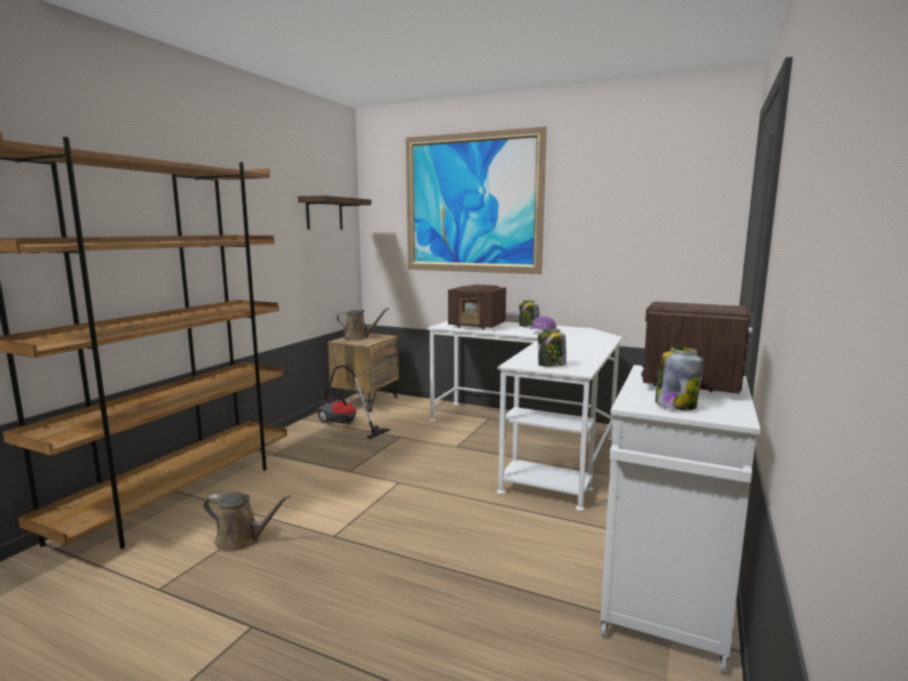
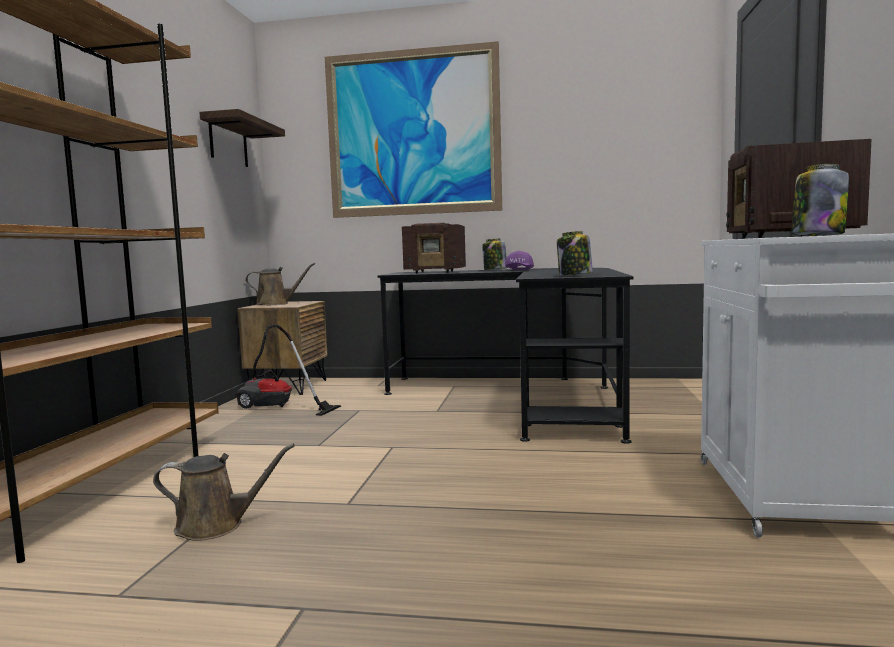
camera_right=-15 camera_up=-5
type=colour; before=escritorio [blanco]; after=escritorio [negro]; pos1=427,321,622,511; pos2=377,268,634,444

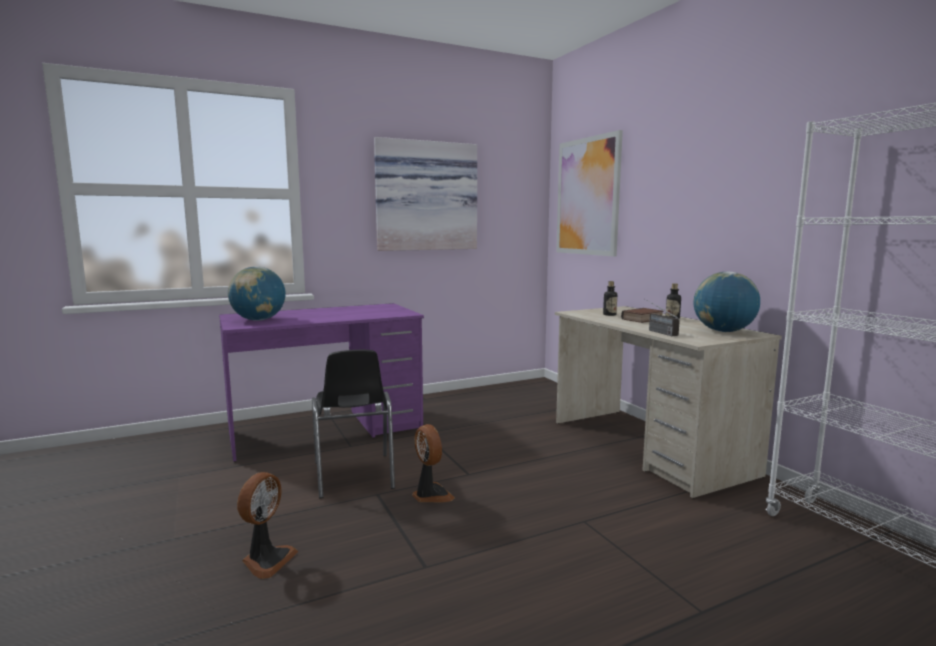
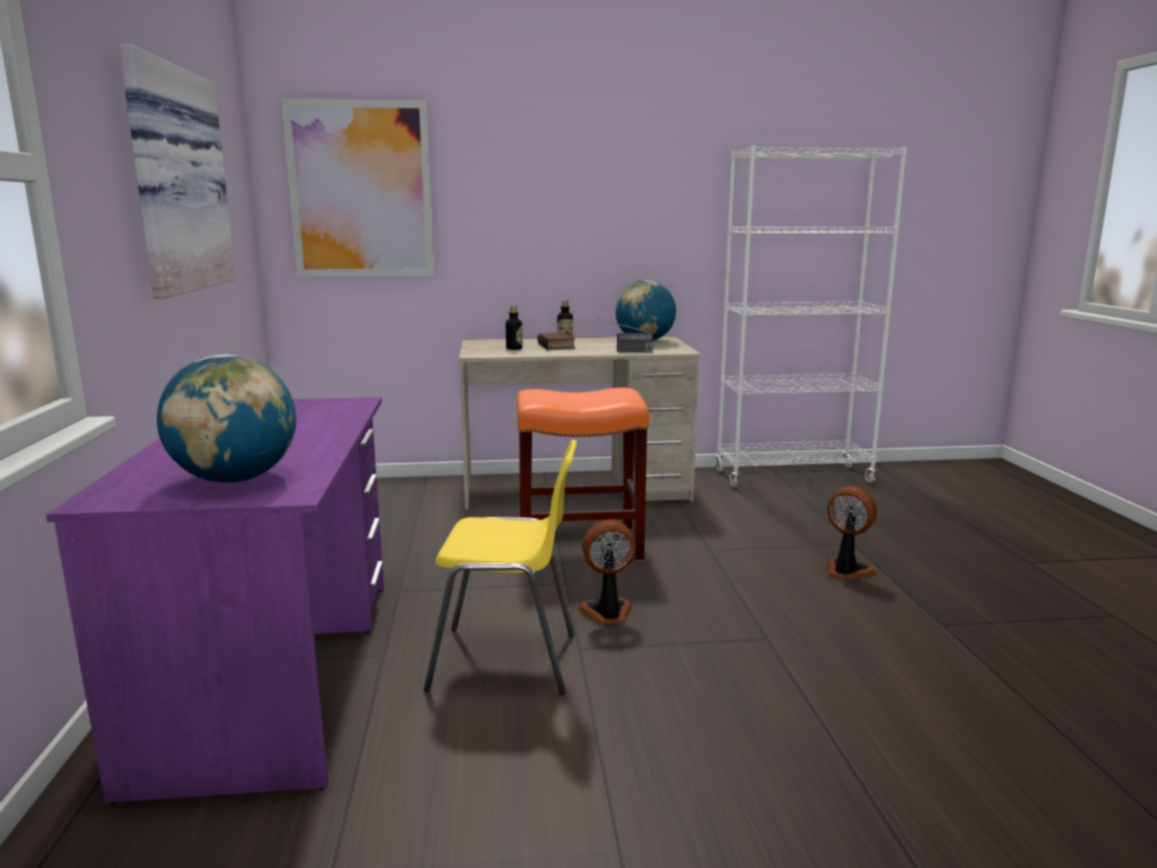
camera_right=-70 camera_up=5
type=colour; before=silla [negro]; after=silla [amarillo]; pos1=312,350,395,498; pos2=424,440,577,695
type=relocated; before=ventilador; pos1=237,472,299,579; pos2=826,486,877,580
type=appeared; after=taburete [naranja]; pos2=517,388,649,561

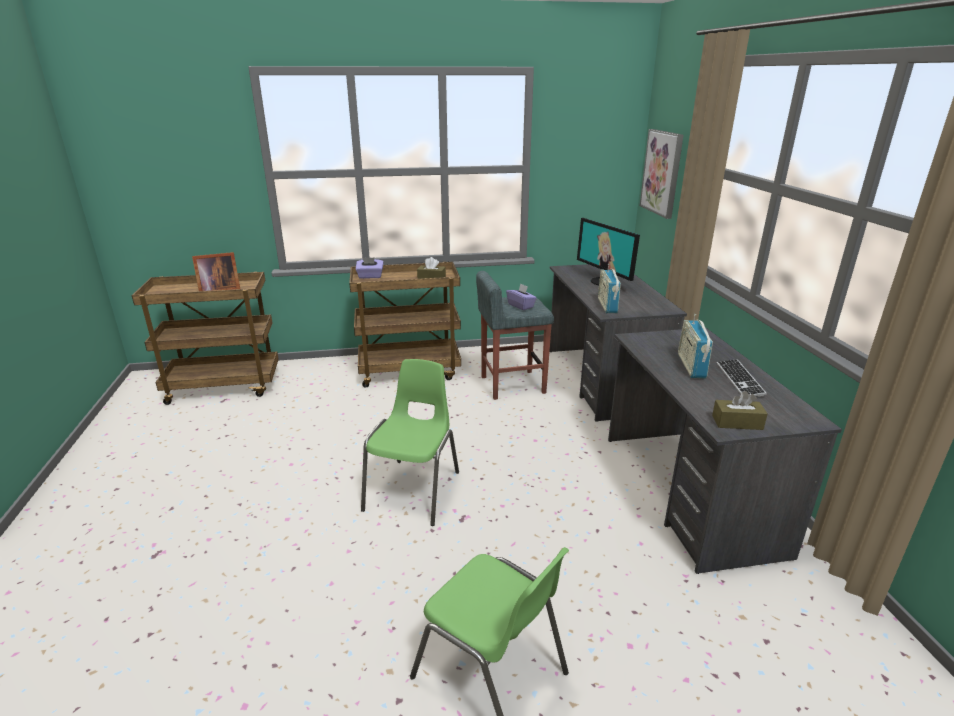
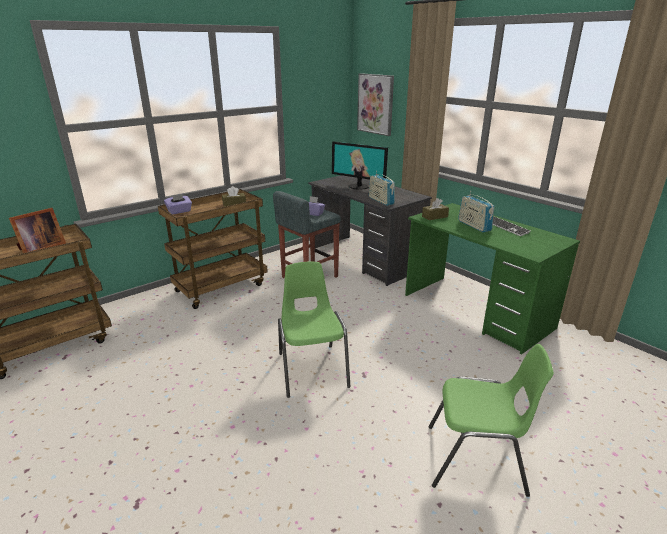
camera_right=-30 camera_up=0
type=colour; before=escritorio [gris]; after=escritorio [verde]; pos1=608,328,842,574; pos2=405,203,580,354
type=relocated; before=caja de pañuelos [marrón]; pos1=712,391,768,430; pos2=422,198,449,220

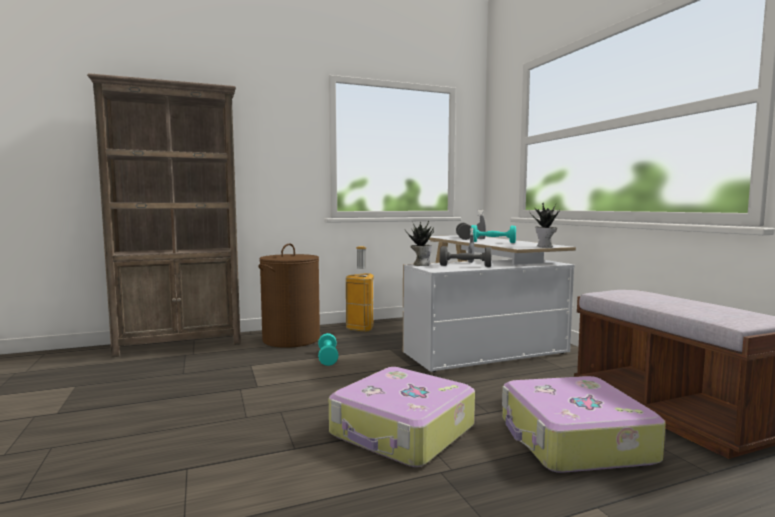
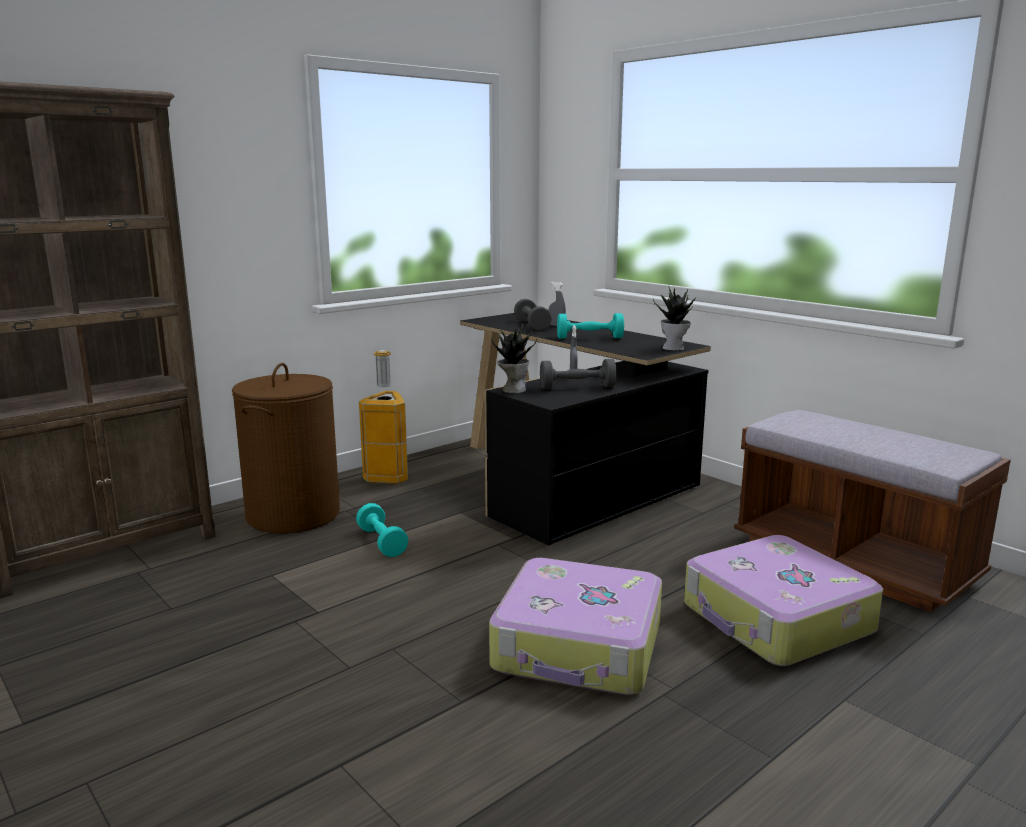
camera_right=-20 camera_up=10
type=colour; before=escritorio [blanco]; after=escritorio [negro]; pos1=403,235,576,372; pos2=460,313,711,546

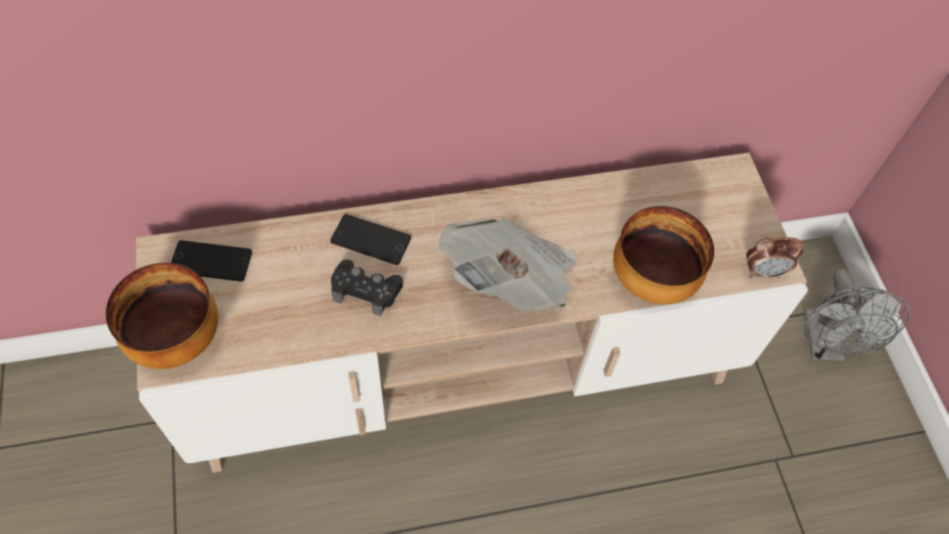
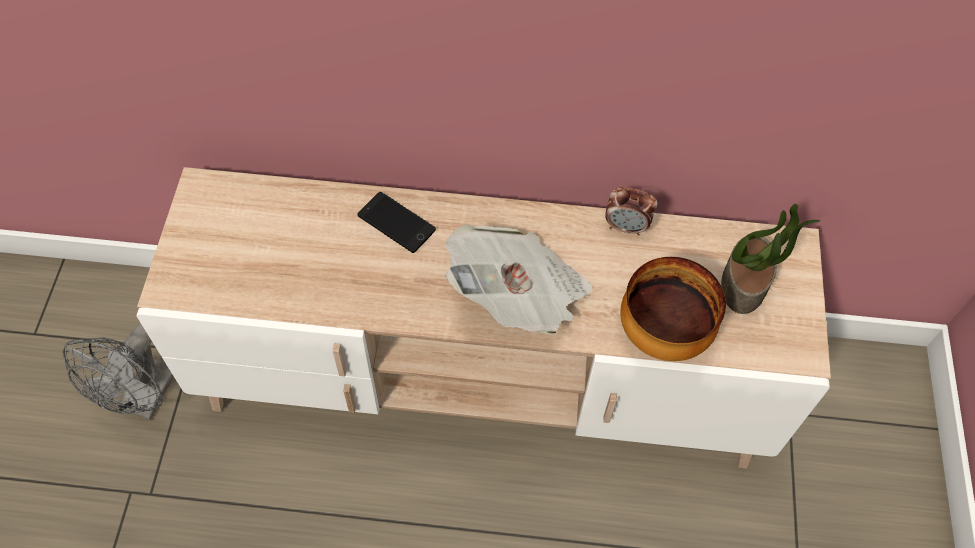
camera_right=20 camera_up=0
type=relocated; before=despertador; pos1=746,237,804,278; pos2=605,187,658,236
type=missing; before=móvil; pos1=171,240,252,282
type=missing; before=mando de consola [negro]; pos1=331,259,403,316
type=missing; before=cuenco; pos1=106,263,218,369
type=relocated; before=ventilador [gris]; pos1=804,269,911,361; pos2=63,323,174,420
type=appeared; after=planta en maceta; pos2=721,204,820,314

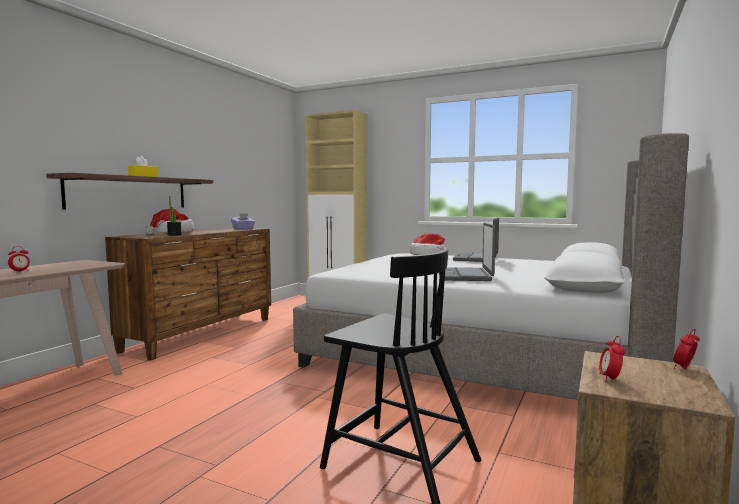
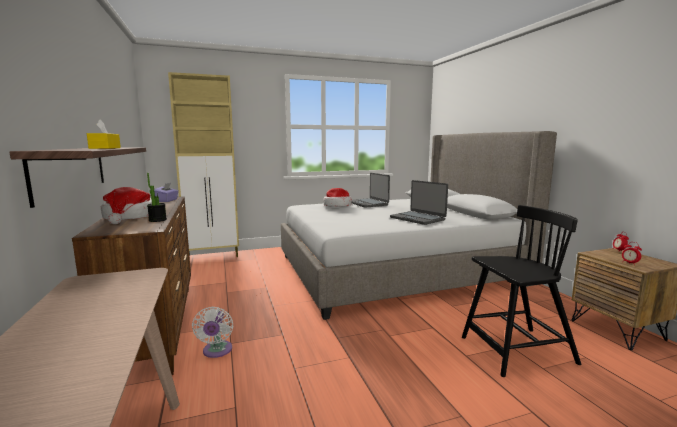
camera_right=-45 camera_up=5
type=missing; before=despertador; pos1=8,246,30,272
type=appeared; after=ventilador [blanco]; pos2=192,307,233,358

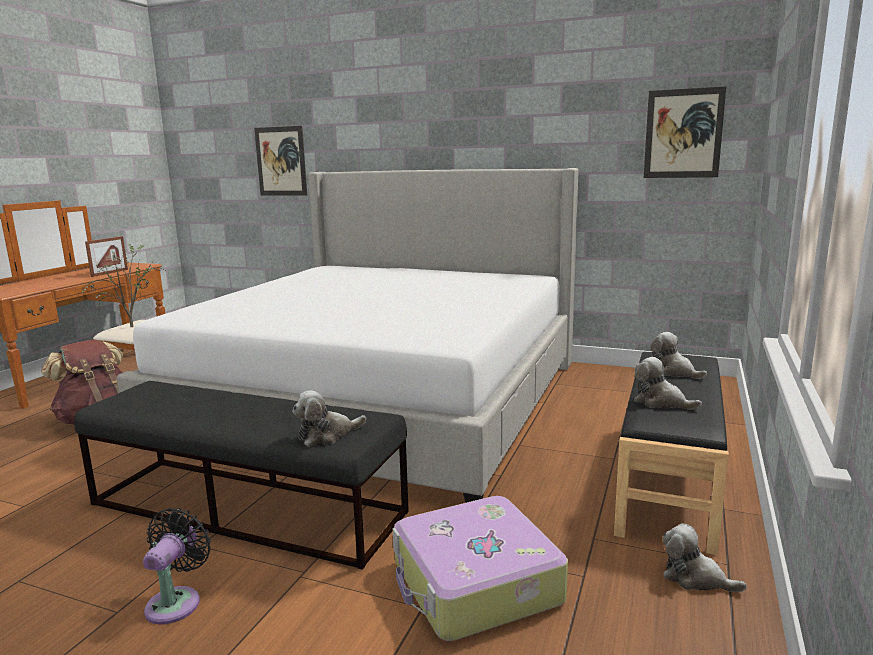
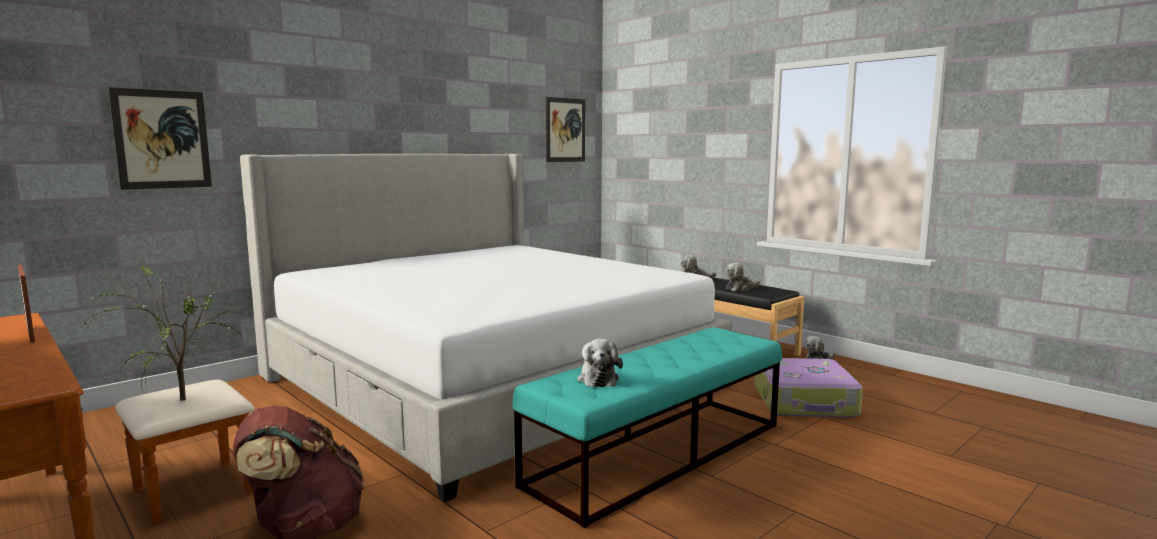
camera_right=-65 camera_up=-5
type=colour; before=banco [negro]; after=banco [turquesa]; pos1=74,381,409,570; pos2=512,327,782,528
type=relocated; before=peluche; pos1=292,390,366,447; pos2=577,339,623,387
type=missing; before=ventilador [negro]; pos1=143,508,211,625

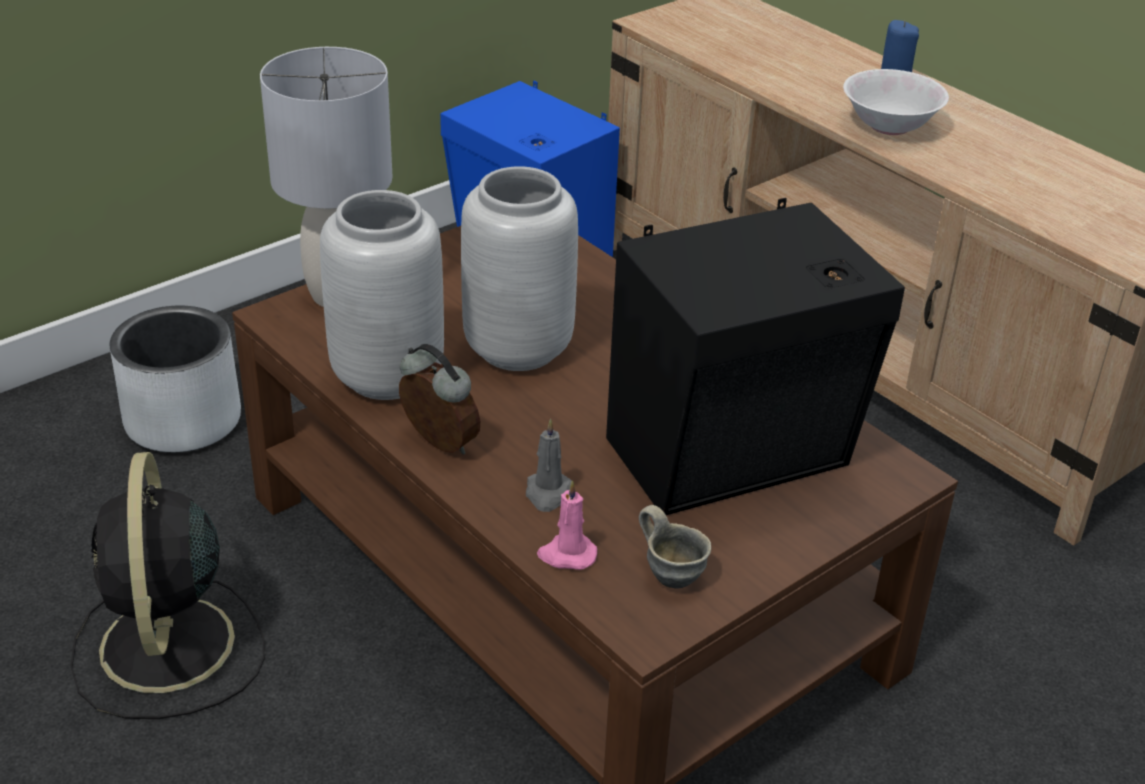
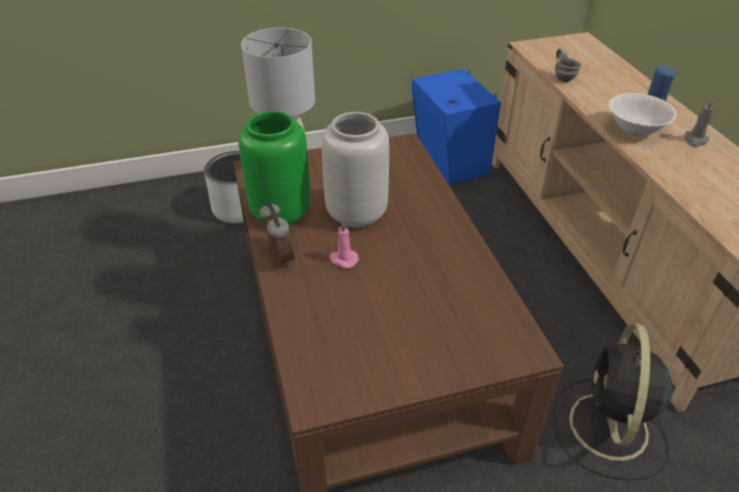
camera_right=25 camera_up=5
type=colour; before=florero [gris]; after=florero [verde]; pos1=320,190,444,400; pos2=238,111,311,225
type=missing; before=altavoz [negro]; pos1=606,198,905,515
type=relocated; before=vela [gris]; pos1=526,418,572,512; pos2=684,100,713,147
type=relocated; before=ventilador [negro]; pos1=70,452,265,719; pos2=554,323,673,480
type=relocated; before=vela [rosa]; pos1=537,480,597,570; pos2=329,222,359,268
type=relocated; before=taza grande [gris]; pos1=639,505,711,589; pos2=555,48,582,82

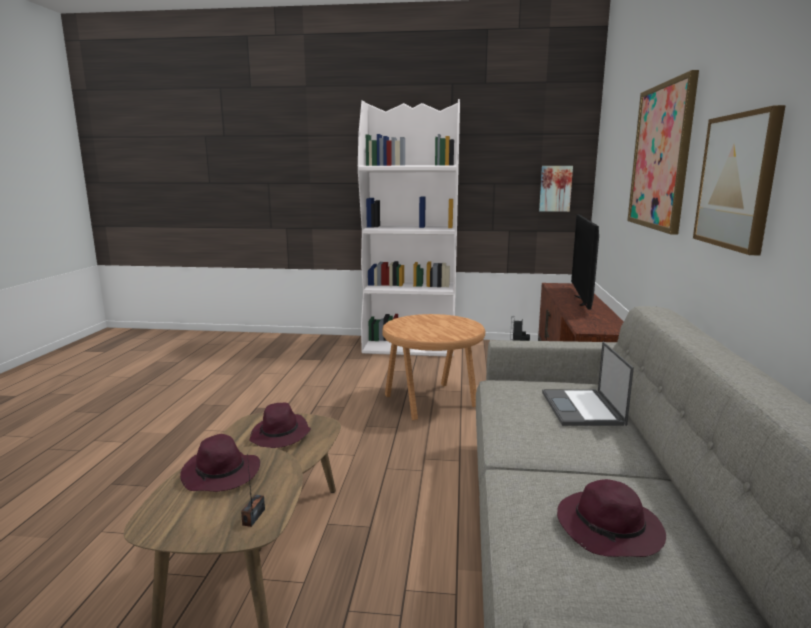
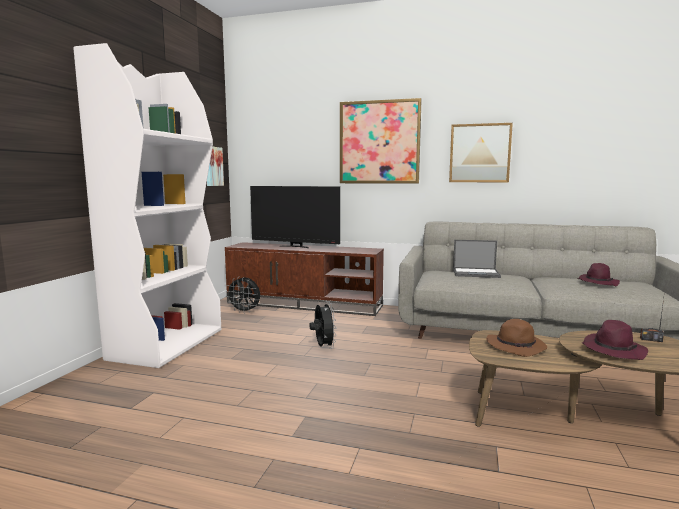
camera_right=-80 camera_up=-5
type=exchanged; before=mesa auxiliar [marrón]; after=ventilador [negro]; pos1=382,314,485,420; pos2=310,301,337,349
type=colour; before=sombrero [morado]; after=sombrero [marrón]; pos1=249,402,311,448; pos2=486,319,547,357

